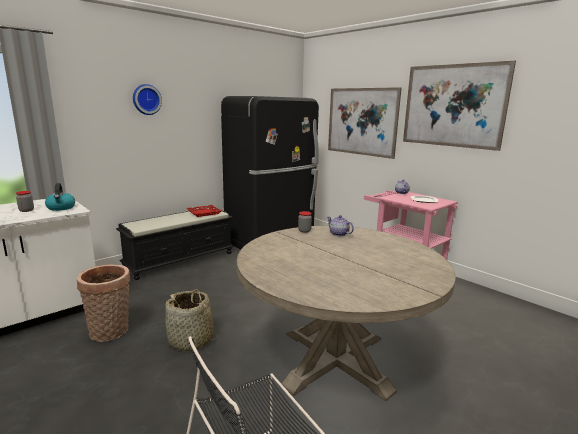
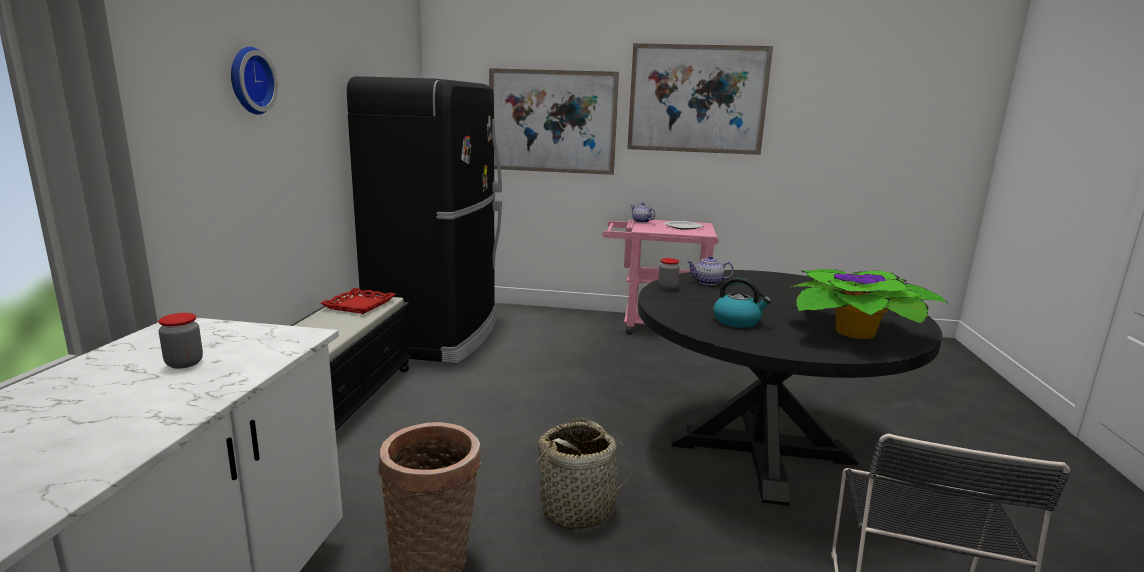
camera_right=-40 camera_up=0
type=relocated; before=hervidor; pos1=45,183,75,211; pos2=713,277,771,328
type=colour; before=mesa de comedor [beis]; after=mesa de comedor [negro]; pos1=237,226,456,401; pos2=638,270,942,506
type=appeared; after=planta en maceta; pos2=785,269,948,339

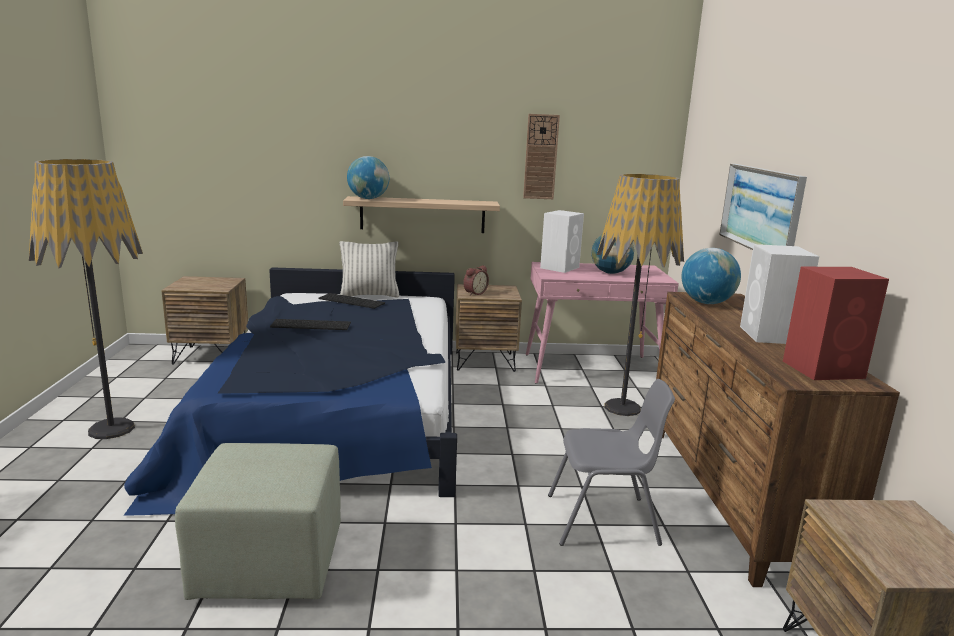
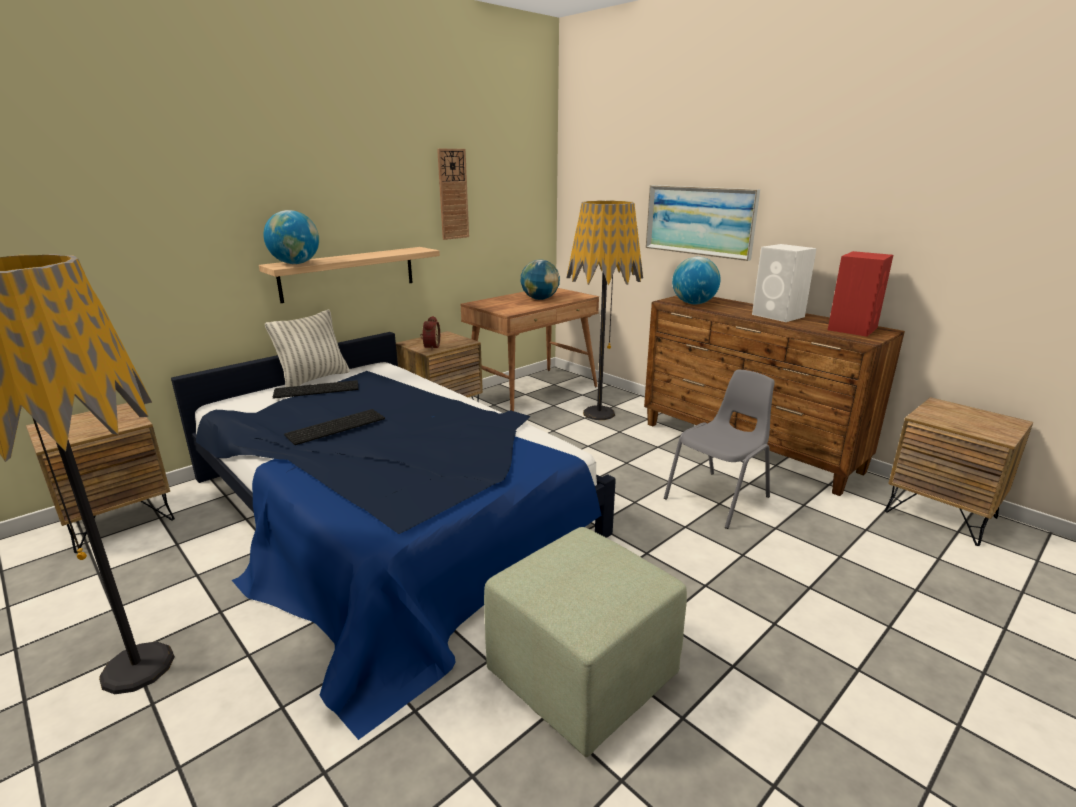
camera_right=-40 camera_up=5
type=missing; before=altavoz [blanco]; pos1=540,210,584,273
type=colour; before=escritorio [rosa]; after=escritorio [marrón]; pos1=526,262,679,384; pos2=460,288,599,411

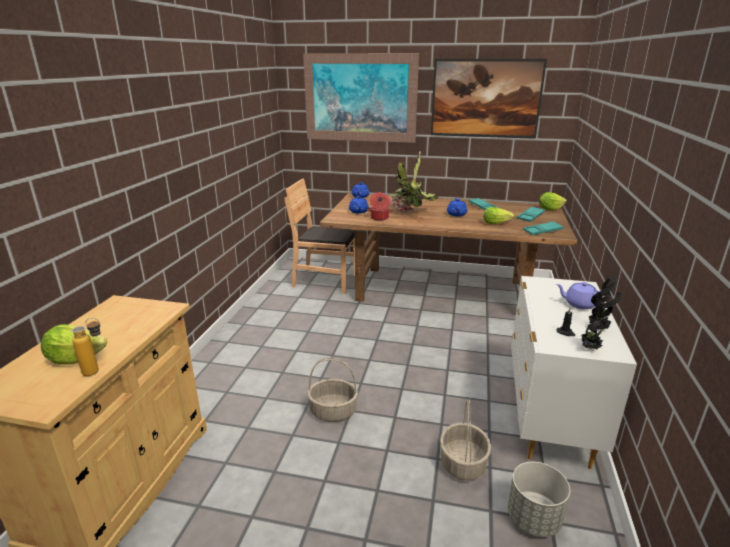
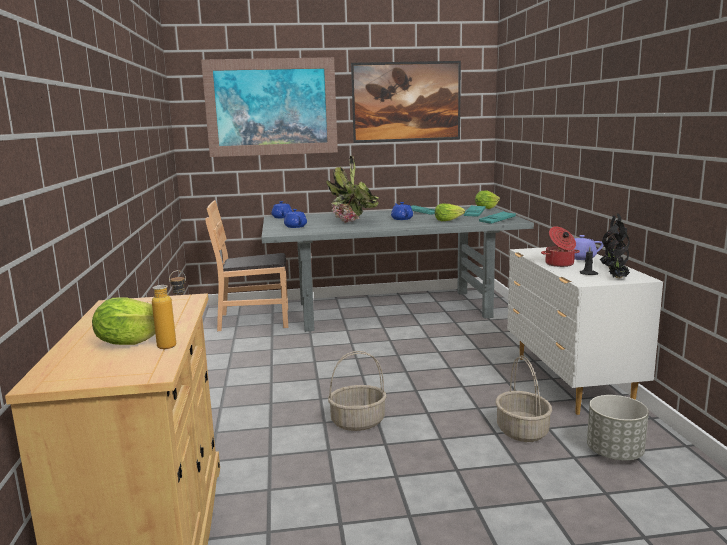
camera_right=-20 camera_up=-10
type=colour; before=mesa de comedor [marrón]; after=mesa de comedor [gris]; pos1=320,193,577,302; pos2=261,207,534,332
type=relocated; before=olla; pos1=367,193,393,221; pos2=541,226,580,267

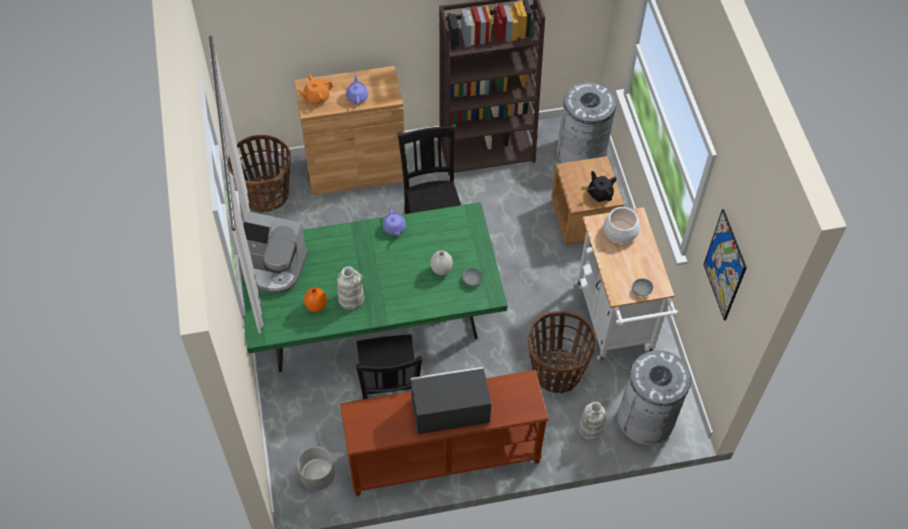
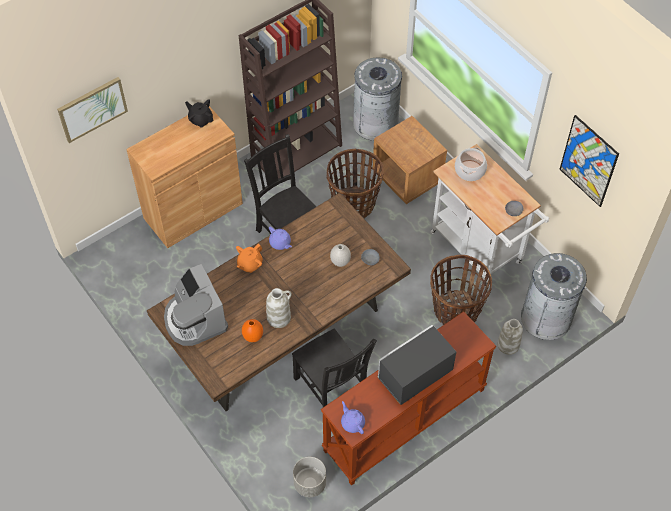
camera_right=-25 camera_up=0
type=relocated; before=tetera [morado]; pos1=346,74,369,105; pos2=341,401,365,434
type=relocated; before=tetera [naranja]; pos1=298,75,333,105; pos2=236,244,263,273
type=relocated; before=cesta; pos1=228,135,291,212; pos2=327,149,384,218
type=relocated; before=tetera [negro]; pos1=587,171,617,202; pos2=185,99,214,127
type=colour; before=mesa de comedor [verde]; after=mesa de comedor [marrón]; pos1=239,202,507,372; pos2=147,193,411,411
type=spun; before=cafetera; pos1=239,212,308,294; pos2=164,264,228,346; turn=75
type=appeared; after=cuadro; pos2=57,77,128,143

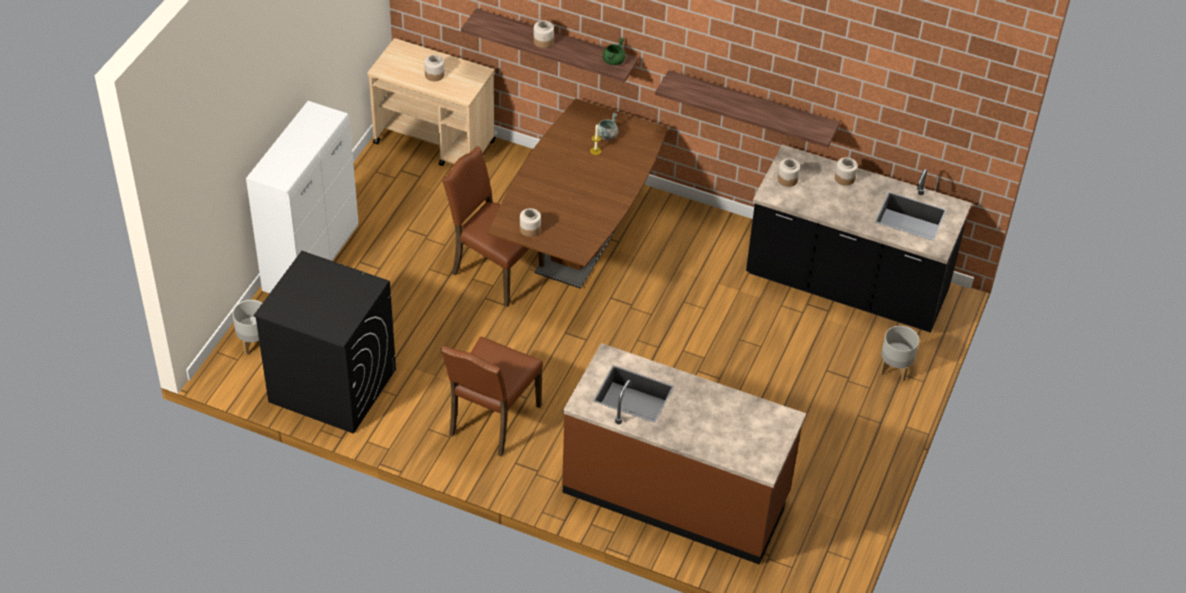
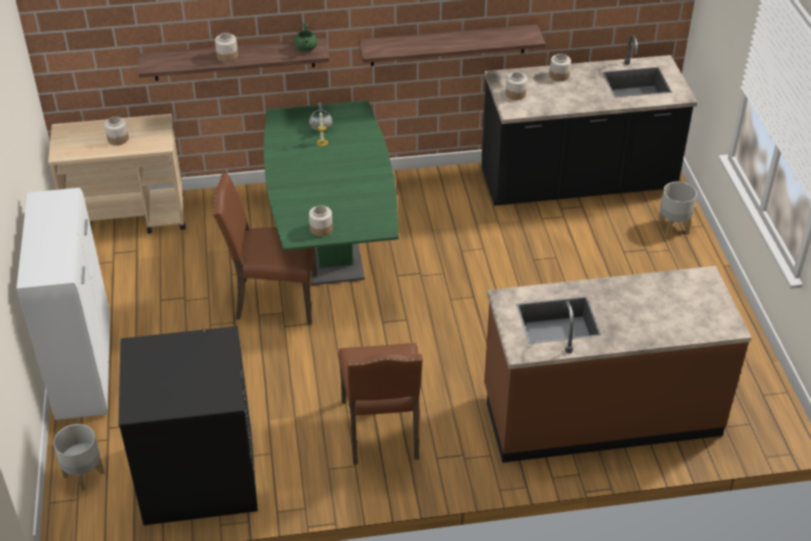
camera_right=-30 camera_up=-5
type=colour; before=mesa de comedor [marrón]; after=mesa de comedor [verde]; pos1=488,99,668,289; pos2=264,100,399,285

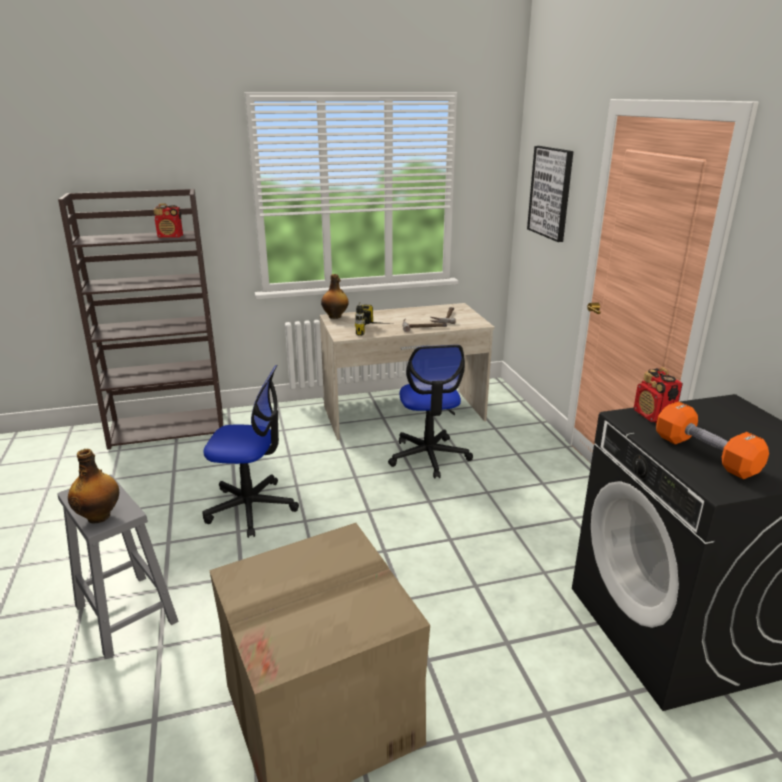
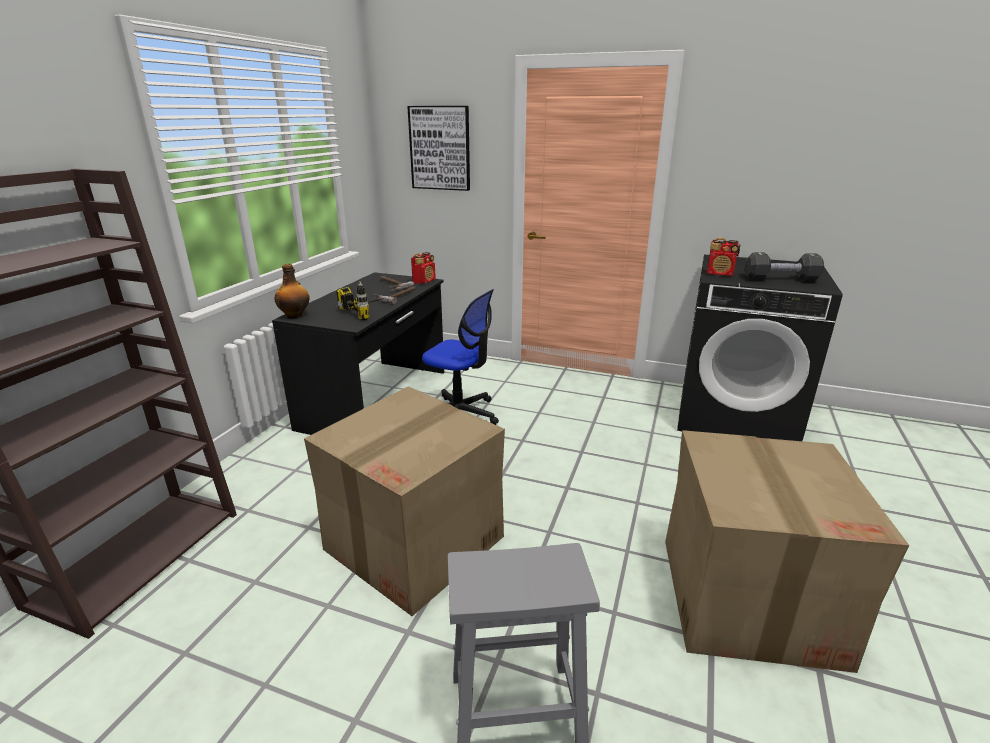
camera_right=-55 camera_up=0
type=relocated; before=radio; pos1=153,204,183,238; pos2=411,252,436,284
type=colour; before=escritorio [beis]; after=escritorio [negro]; pos1=320,303,495,440; pos2=272,272,444,435
type=exchanged; before=silla de oficina; after=caja de cartón; pos1=202,365,299,538; pos2=304,386,505,616
type=colour; before=mancuerna [naranja]; after=mancuerna [negro]; pos1=656,401,769,479; pos2=745,252,824,282
type=missing; before=botella; pos1=68,449,119,524

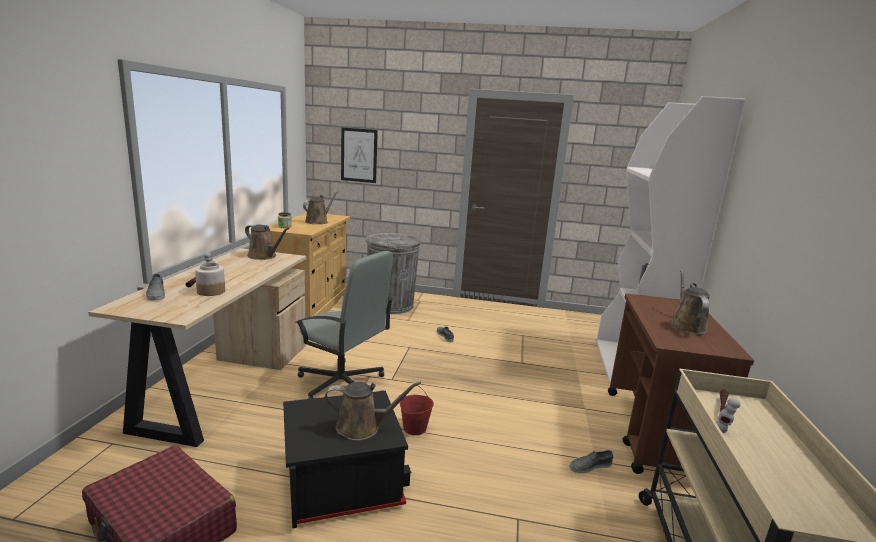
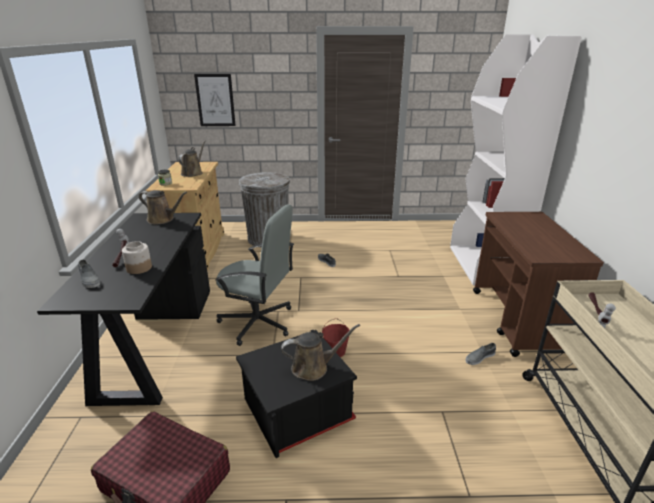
camera_right=-10 camera_up=10
type=colour; before=escritorio [beis]; after=escritorio [negro]; pos1=88,248,306,447; pos2=37,213,210,406
type=missing; before=regadera [marrón]; pos1=669,269,710,334

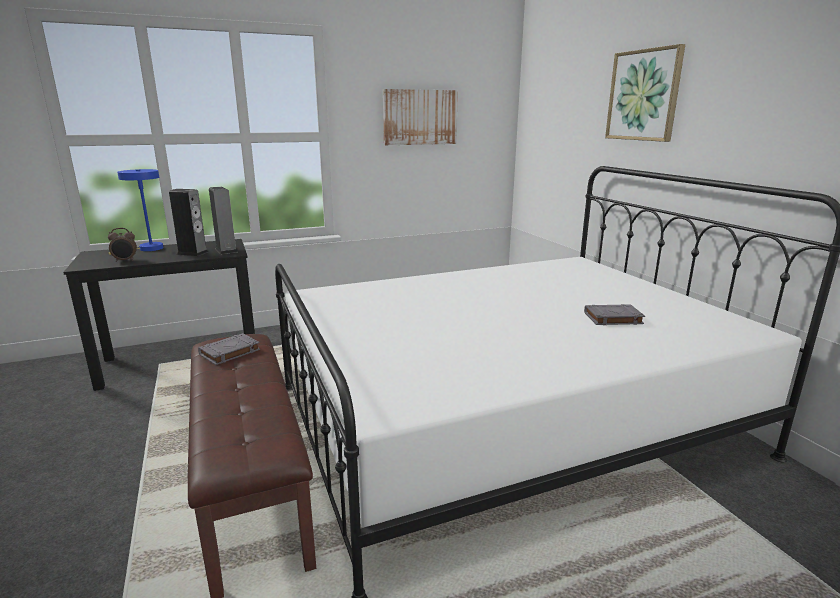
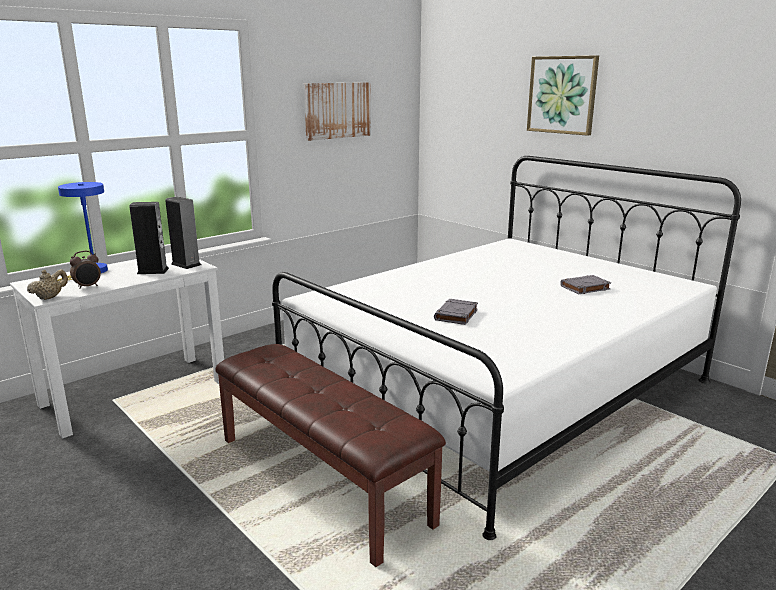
camera_right=-20 camera_up=0
type=colour; before=escritorio [negro]; after=escritorio [blanco]; pos1=63,239,255,391; pos2=10,252,224,439
type=relocated; before=libro [gris]; pos1=198,333,260,365; pos2=434,299,478,325
type=appeared; after=tetera [beis]; pos2=27,269,68,300

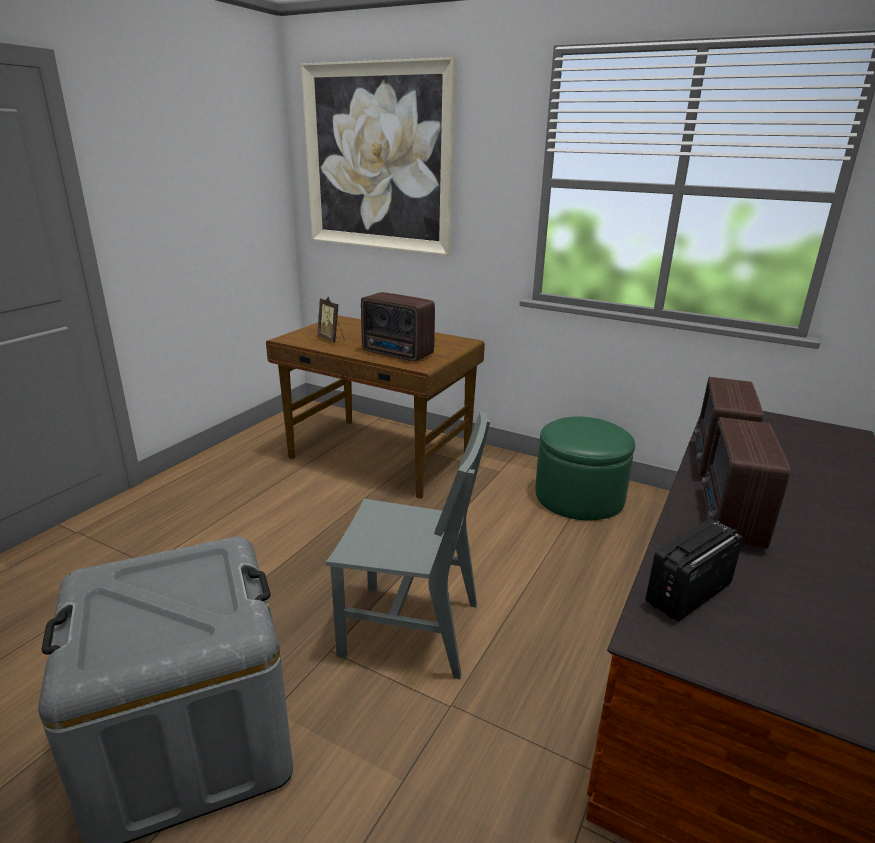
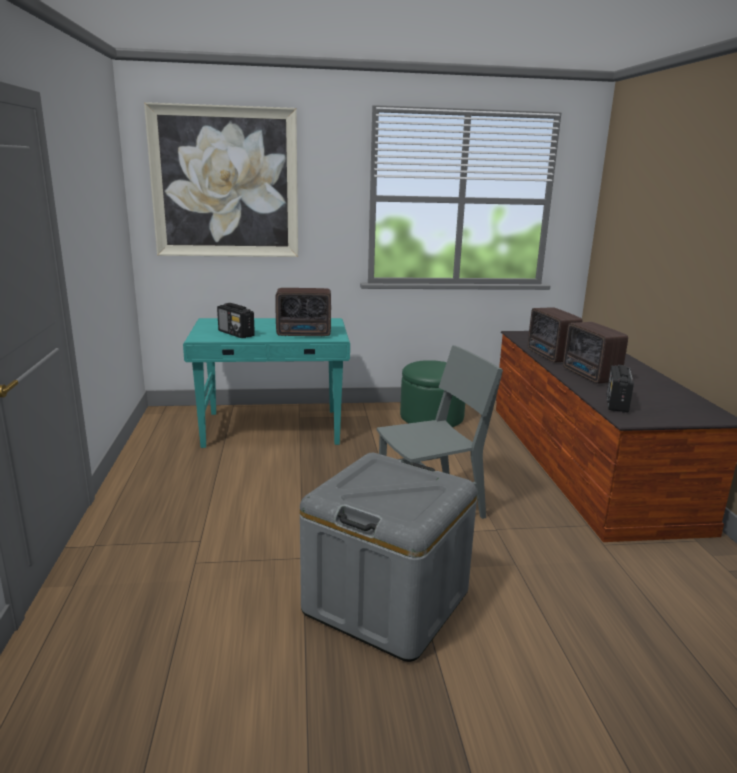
camera_right=-35 camera_up=-5
type=exchanged; before=portarretratos; after=radio; pos1=317,297,345,343; pos2=217,303,255,338
type=colour; before=escritorio [marrón]; after=escritorio [turquesa]; pos1=266,315,485,499; pos2=183,318,350,448

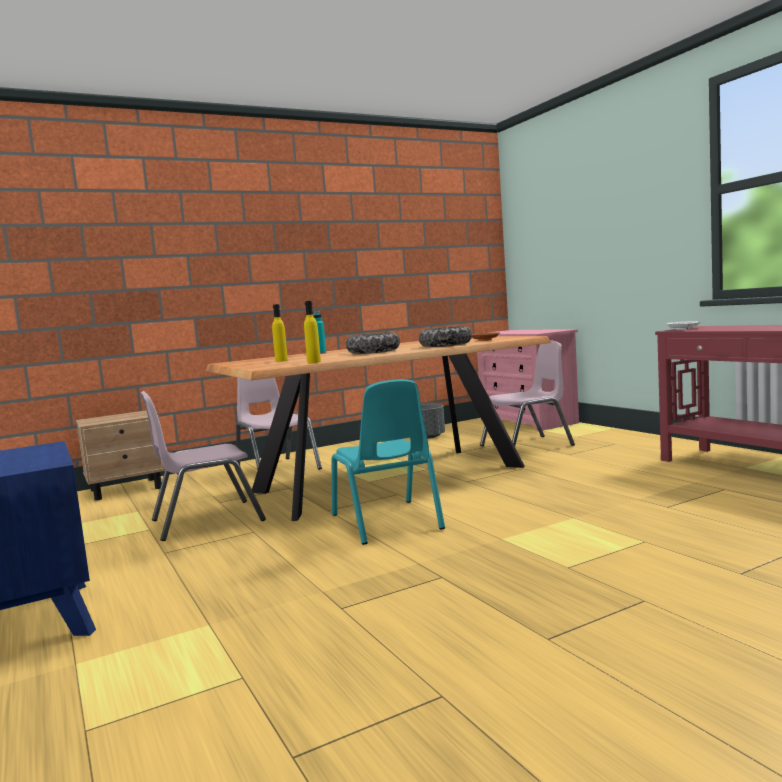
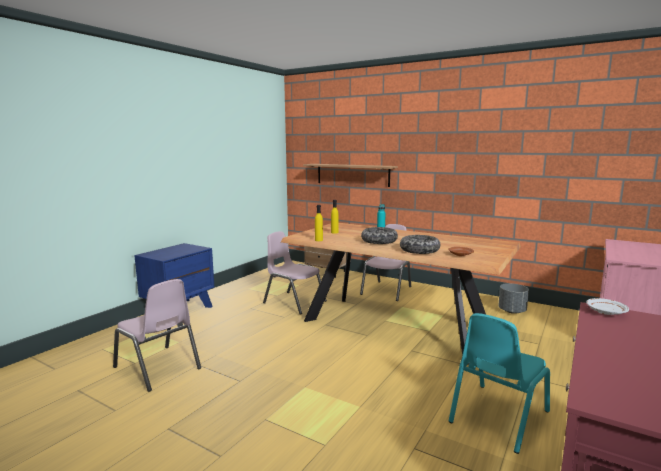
camera_right=60 camera_up=5
type=relocated; before=silla [rosa]; pos1=480,340,575,446; pos2=113,279,201,392
type=relocated; before=silla [turquesa]; pos1=332,379,445,545; pos2=449,313,550,454
type=appeared; after=estante; pos2=303,164,398,187

